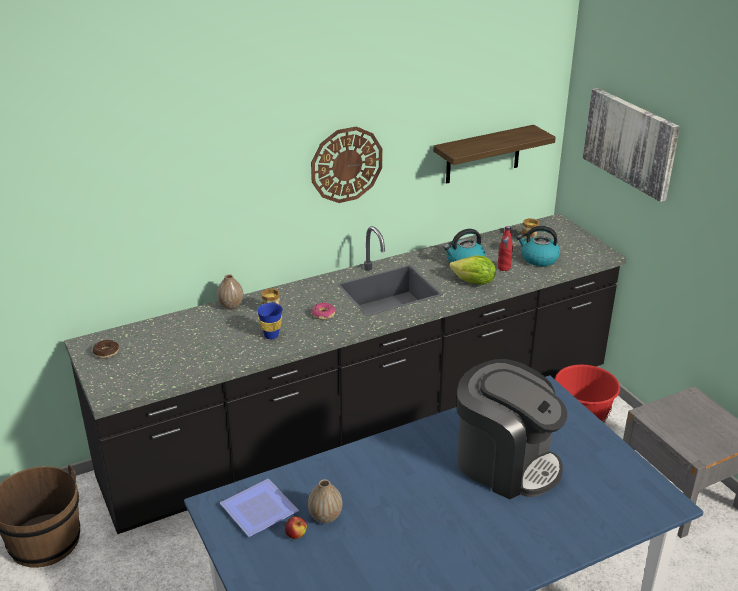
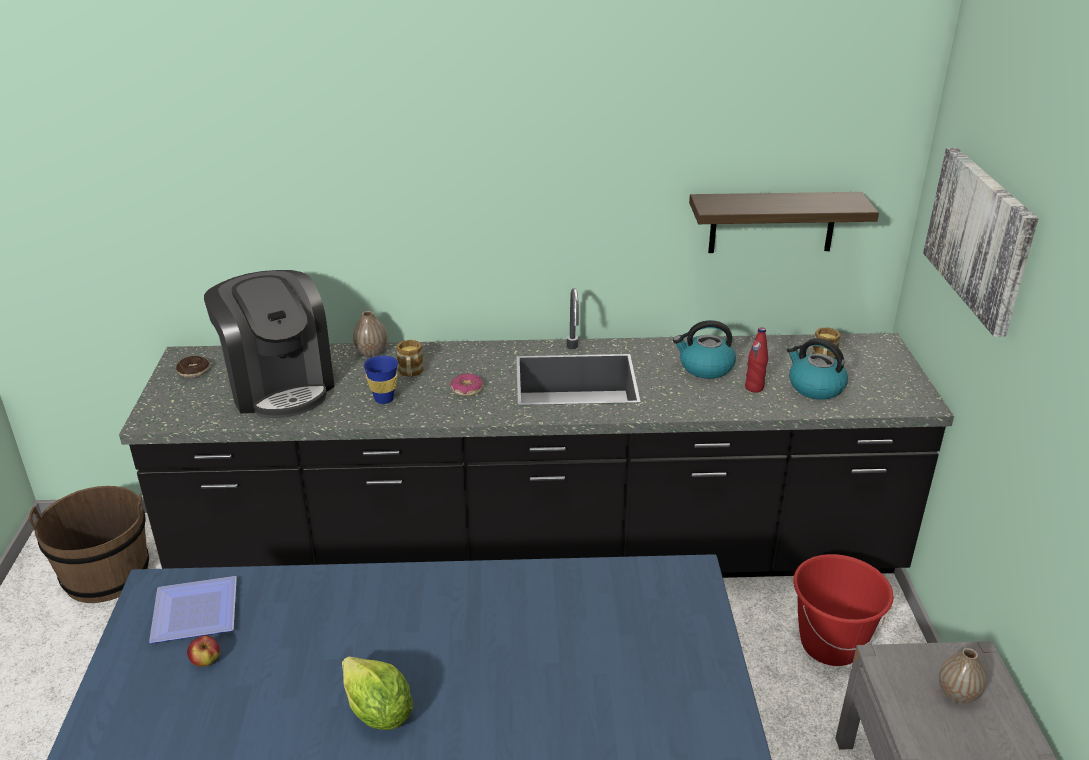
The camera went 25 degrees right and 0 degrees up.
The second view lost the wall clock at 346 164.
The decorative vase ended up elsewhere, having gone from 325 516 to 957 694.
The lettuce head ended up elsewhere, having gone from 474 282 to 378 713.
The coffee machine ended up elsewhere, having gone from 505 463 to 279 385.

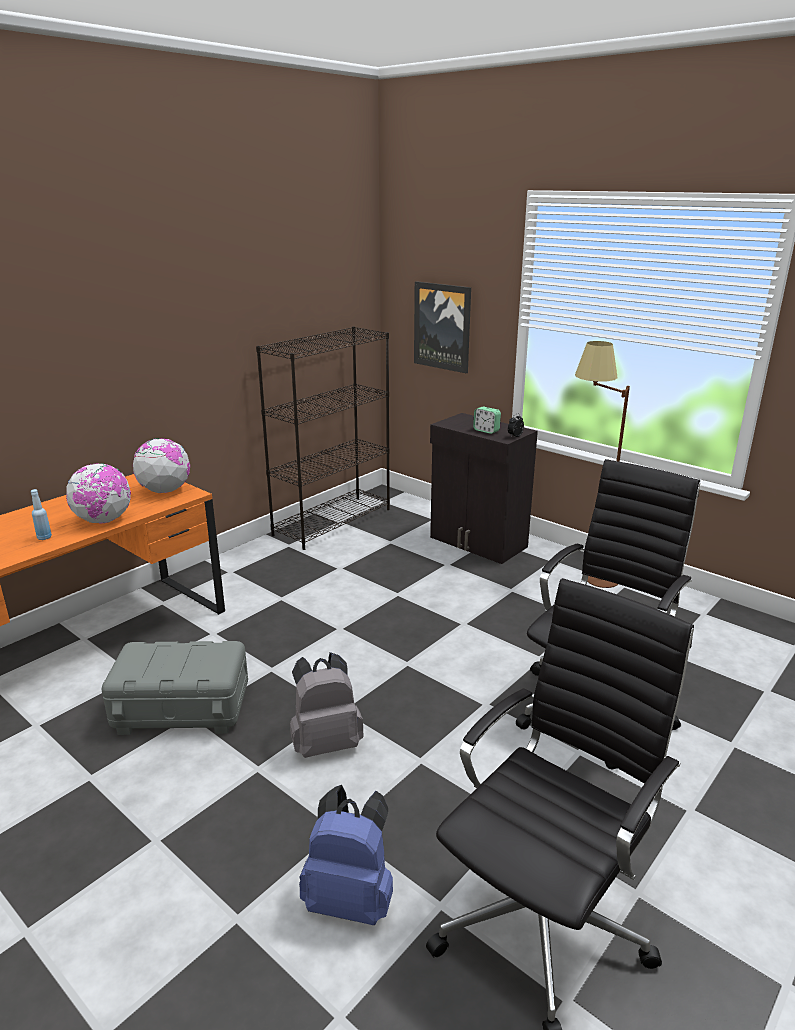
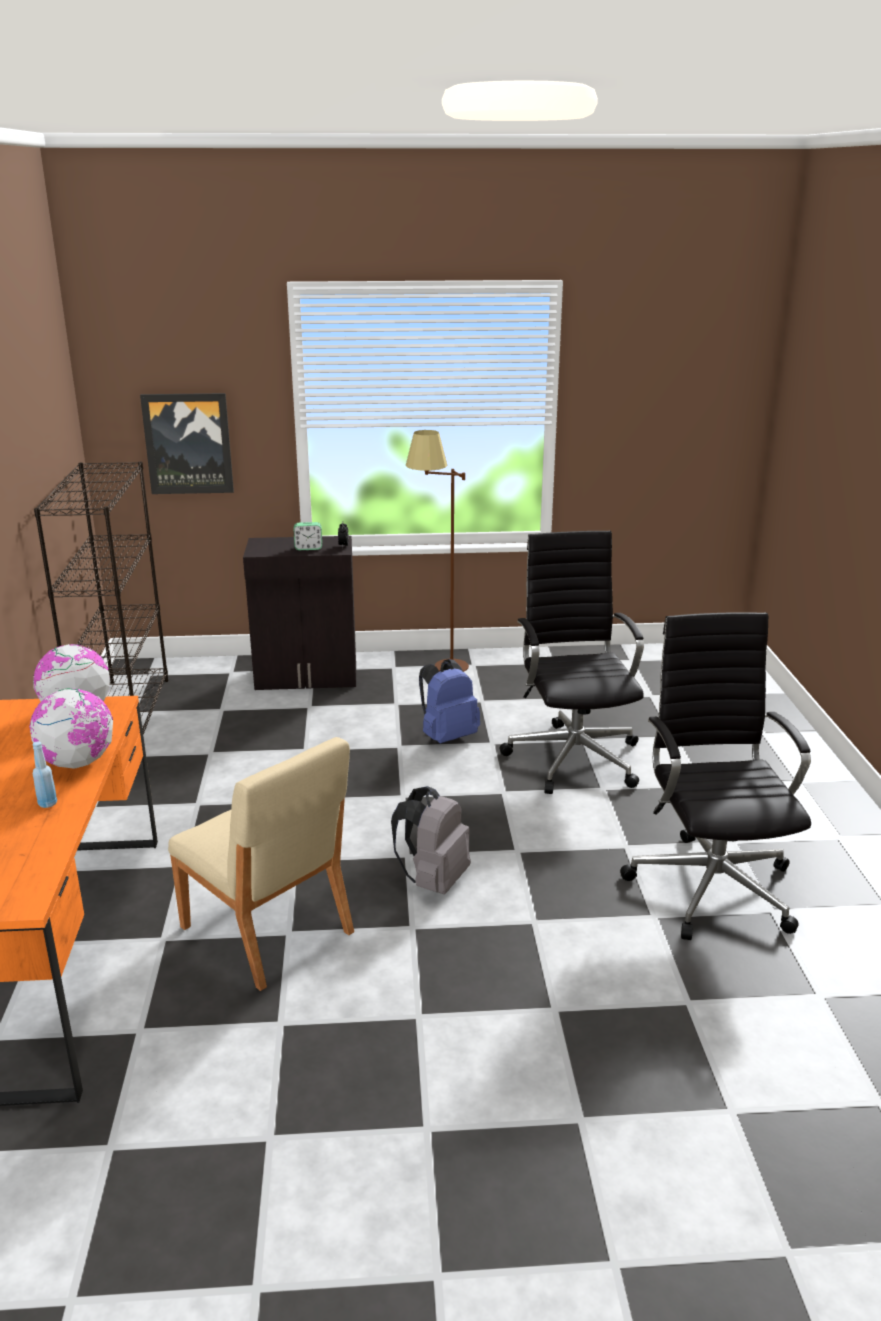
The camera went 45 degrees left and 0 degrees up.
The blue-coloured knapsack ended up elsewhere, having gone from 351 898 to 447 736.
Where the greyish storage box stood at 182 708, the sand-coloured plain chair came to stand at 267 931.

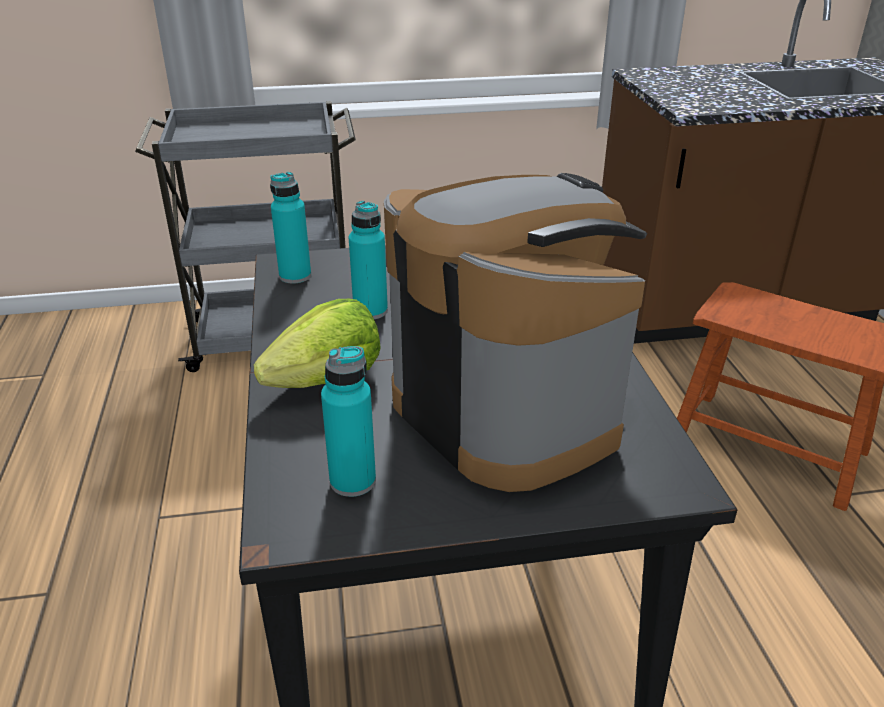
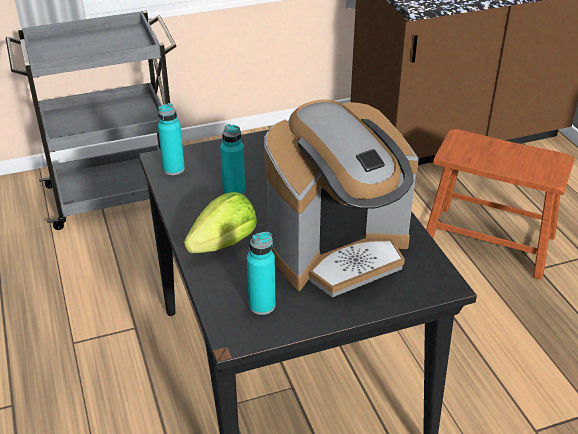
The camera went 10 degrees left and 5 degrees up.
The coffee machine at 506 411 ended up facing another way, 105 degrees clockwise from before.

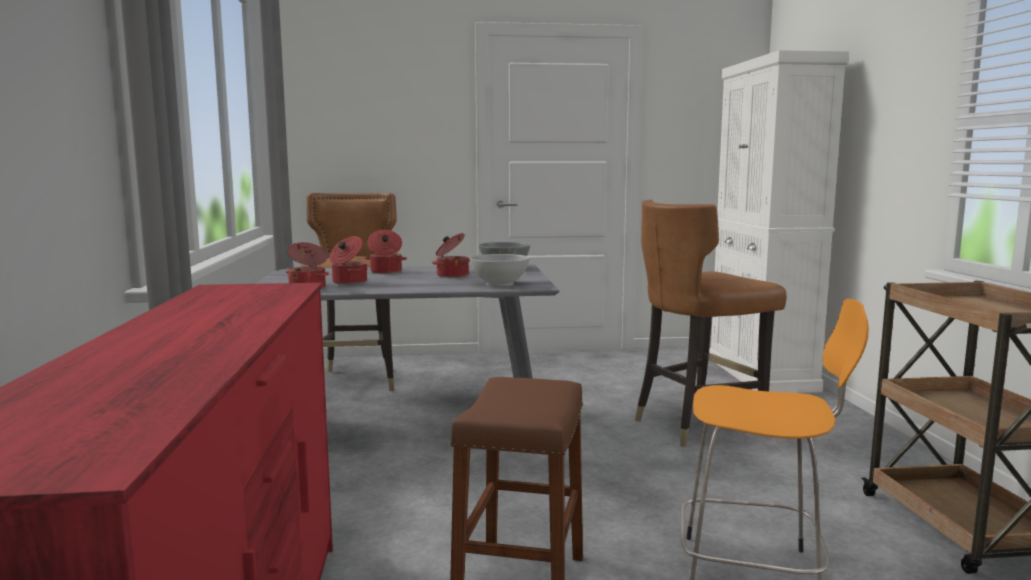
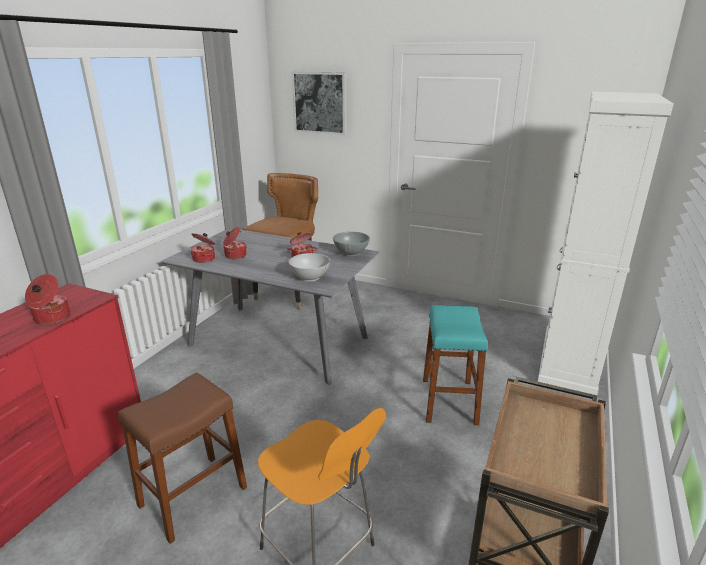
The camera went 30 degrees right and 15 degrees up.
The second view gained the wall picture at 320 103.
The saucepot ended up elsewhere, having gone from 385 272 to 51 318.
Where the brownish plain chair stood at 697 425, the turquoise-coloured stool came to stand at 449 401.

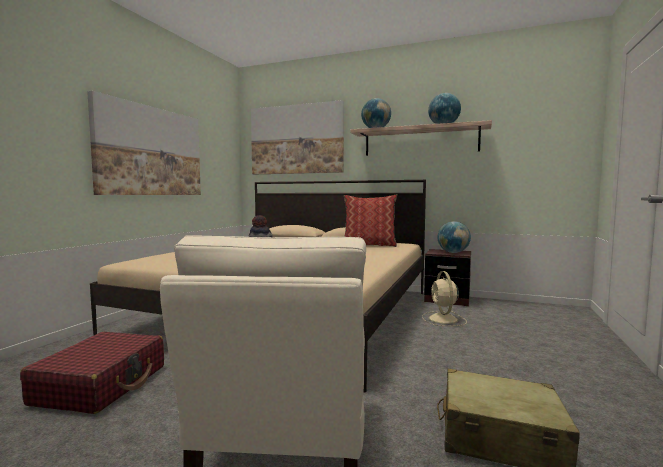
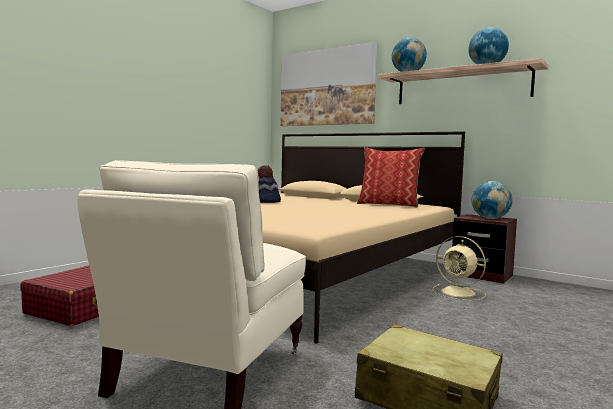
The camera went 15 degrees right and 0 degrees up.
The second view lost the wall picture at 151 151.
The sand-coloured fan at 443 319 ended up facing another way, 60 degrees counterclockwise from before.

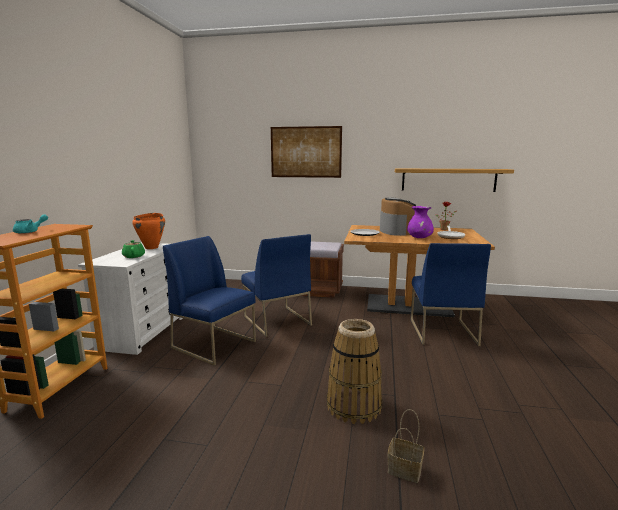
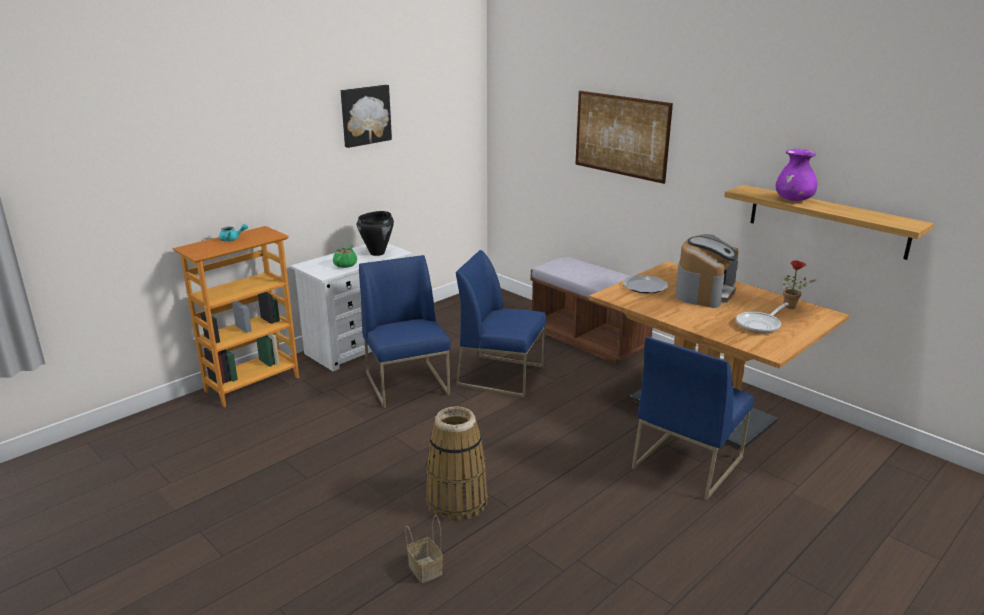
The camera went 35 degrees right and 10 degrees up.
The second view gained the wall picture at 365 115.
The purplish decorative vase ended up elsewhere, having gone from 419 238 to 793 200.
What was the orange saucepot at 152 247 turned into the black-coloured saucepot at 377 253.
The blue-coloured plain chair at 276 320 ended up facing another way, 105 degrees clockwise from before.

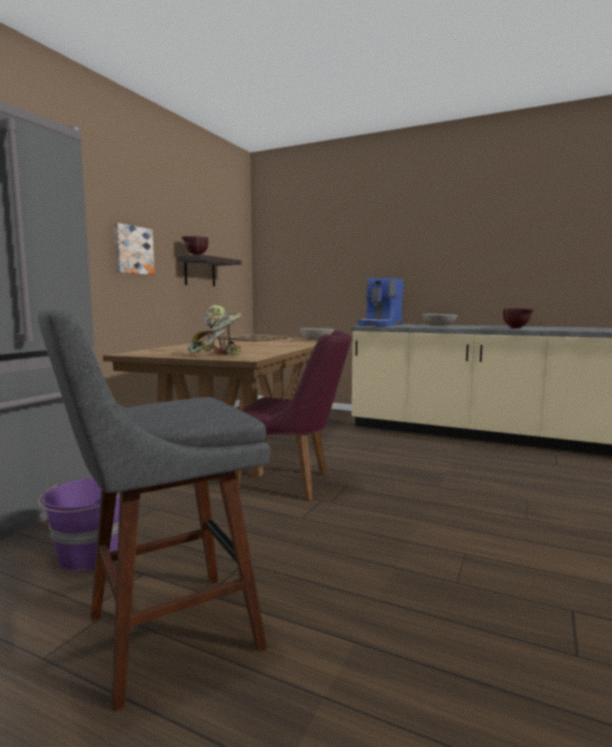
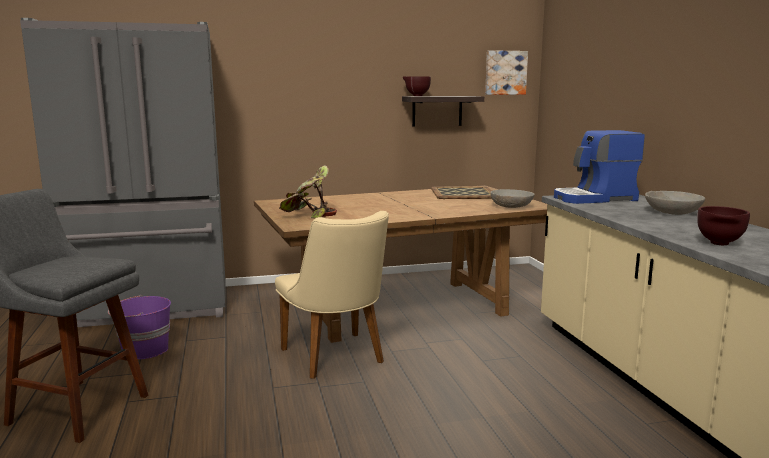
The camera went 50 degrees right and 5 degrees up.
The wall picture ended up elsewhere, having gone from 133 250 to 505 72.
What was the purplish plain chair at 292 483 turned into the sand-coloured plain chair at 337 359.

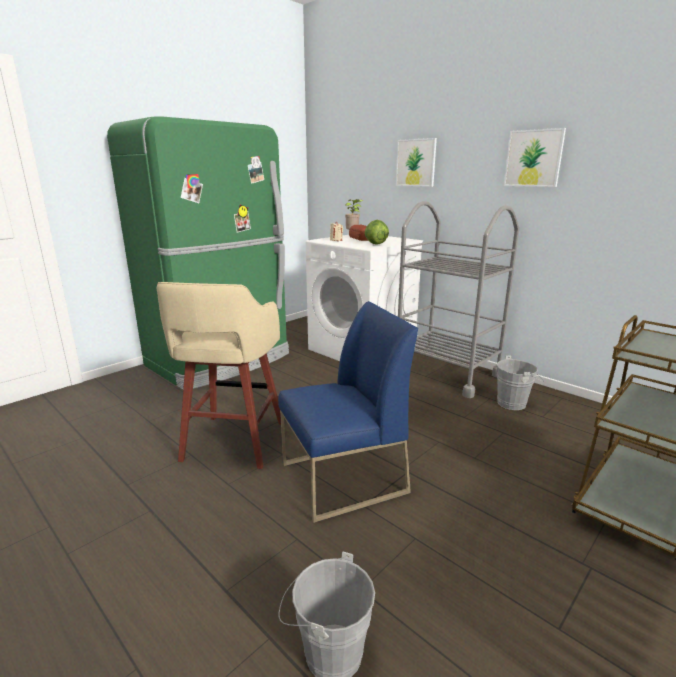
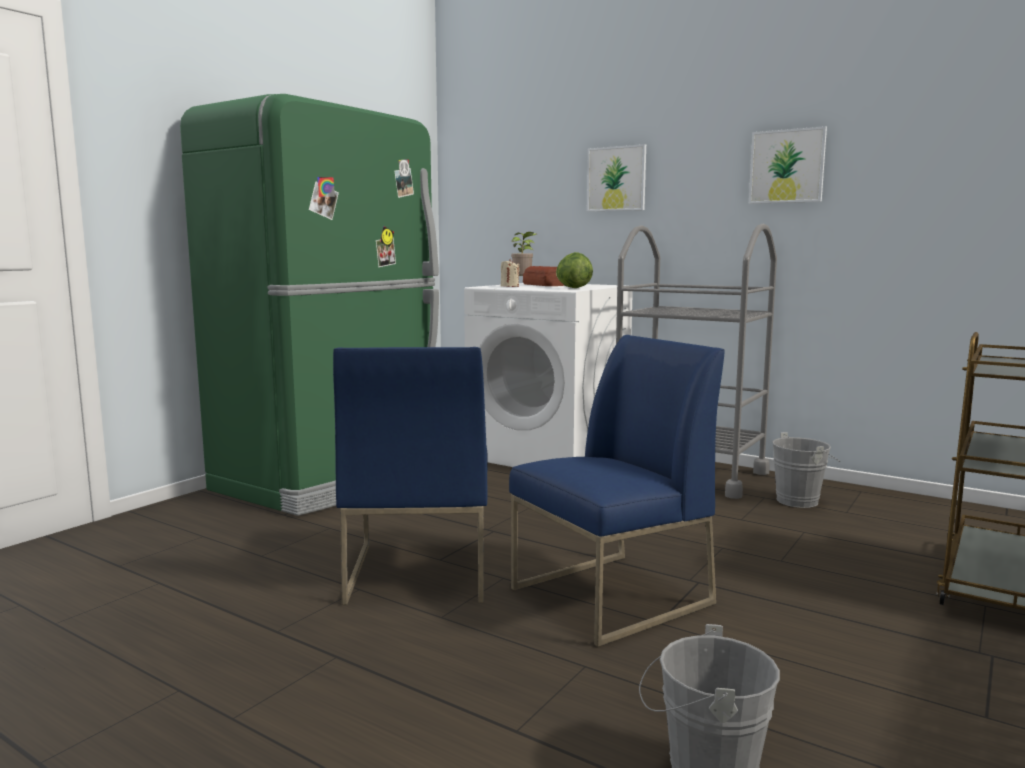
The camera went 10 degrees left and 10 degrees down.
Where the sand-coloured stool stood at 233 443, the blue-coloured plain chair came to stand at 417 571.

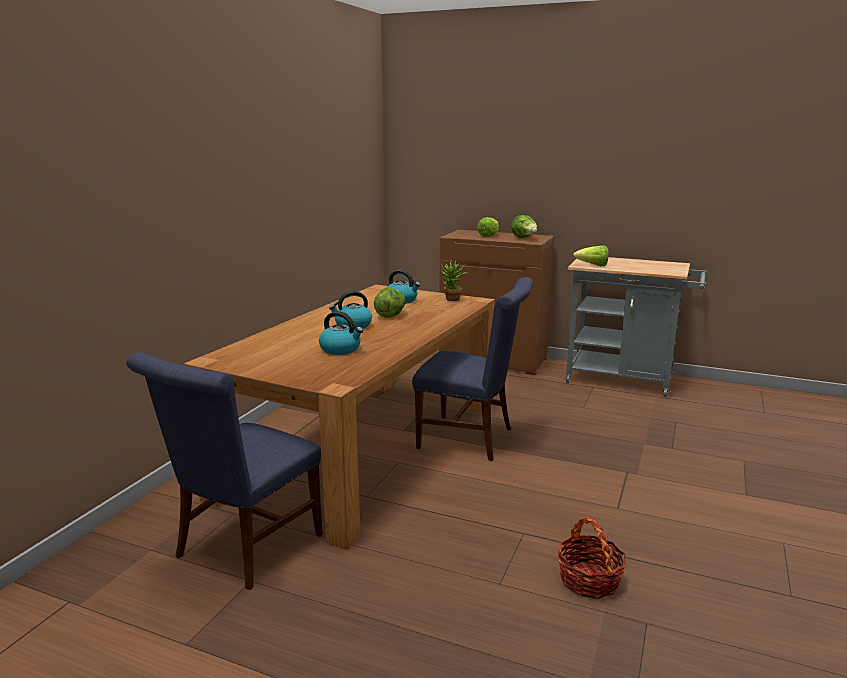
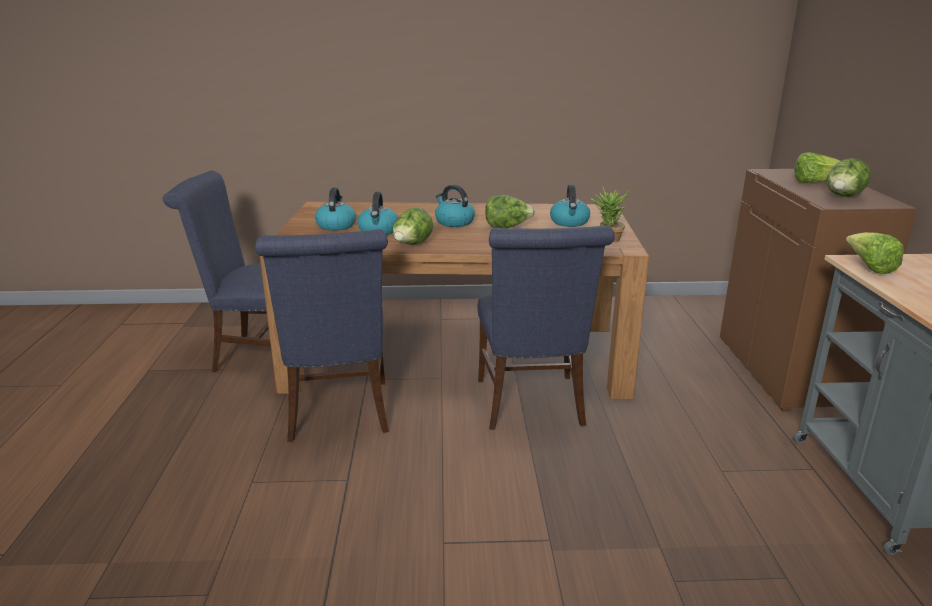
The camera went 65 degrees right and 5 degrees up.
The second view lost the household basket at 589 580.
The second view gained the blue-coloured plain chair at 338 414.
The second view gained the tea kettle at 336 225.
The second view gained the lettuce head at 412 245.

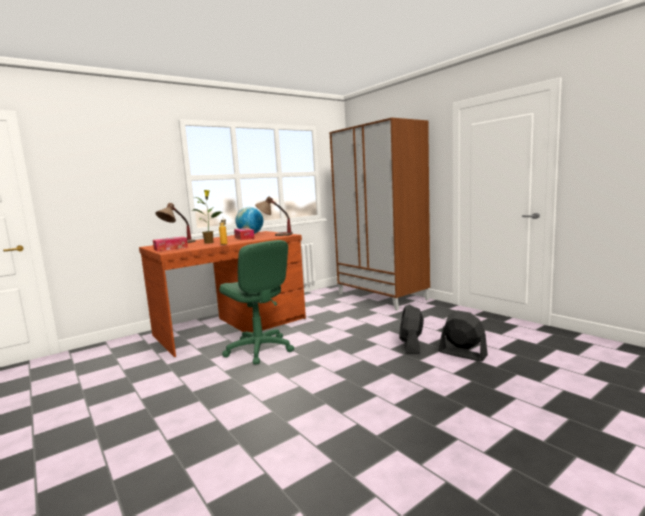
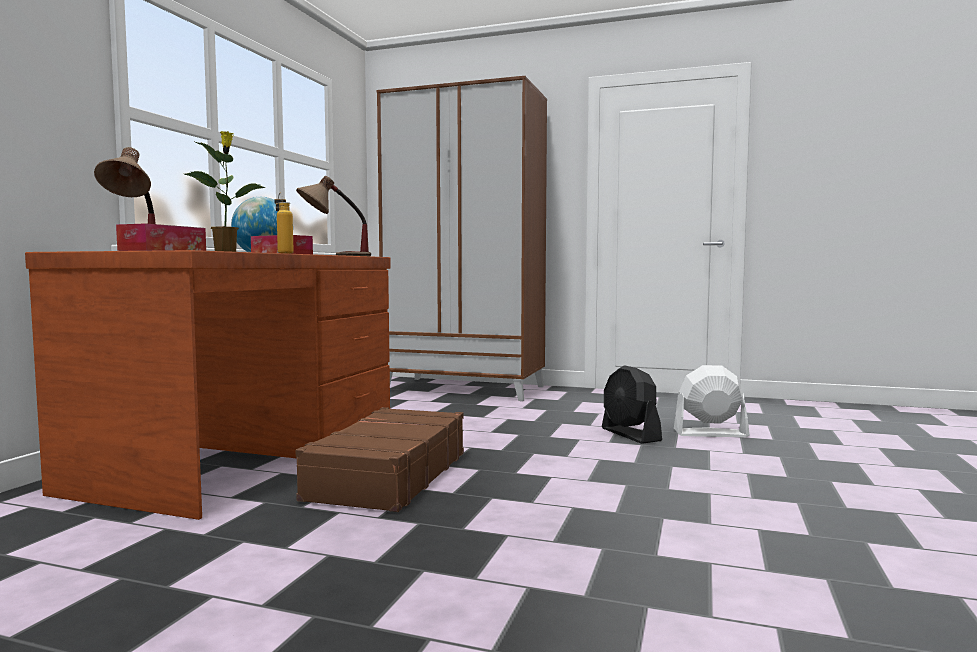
The camera went 35 degrees left and 5 degrees down.
Where the greenish office chair stood at 259 350, the brownish suitcase came to stand at 387 476.
What was the black-coloured fan at 462 354 turned into the white fan at 710 433.

